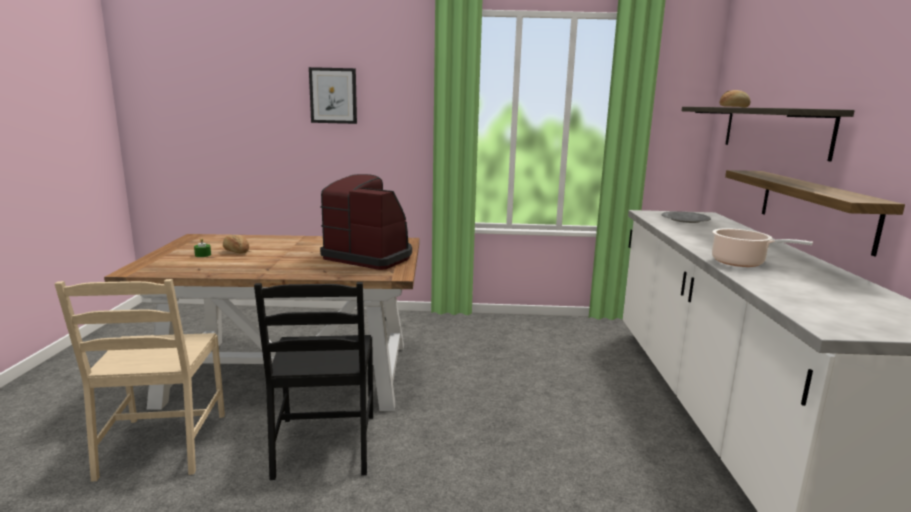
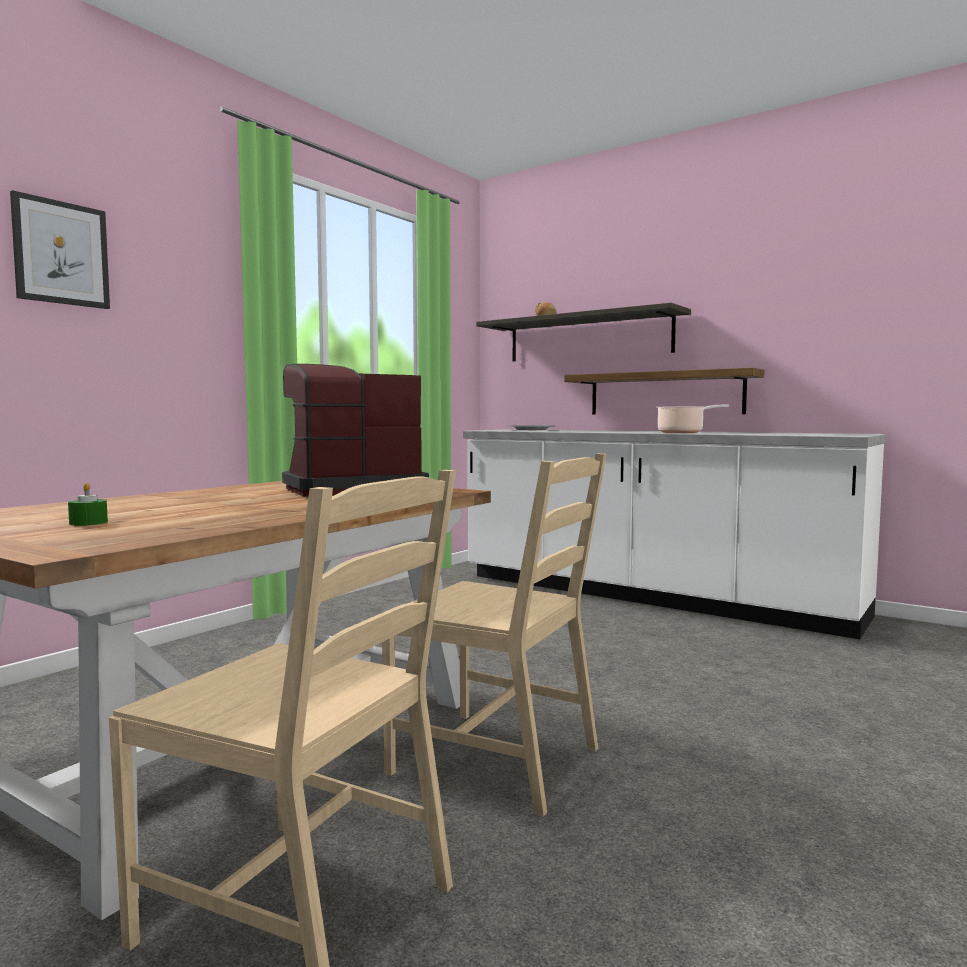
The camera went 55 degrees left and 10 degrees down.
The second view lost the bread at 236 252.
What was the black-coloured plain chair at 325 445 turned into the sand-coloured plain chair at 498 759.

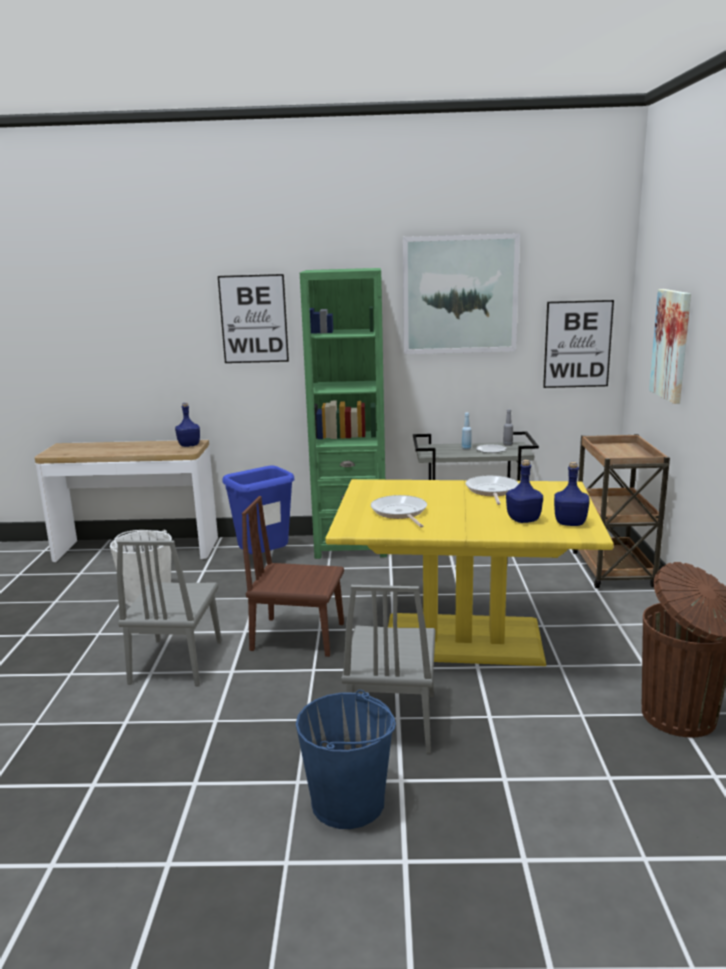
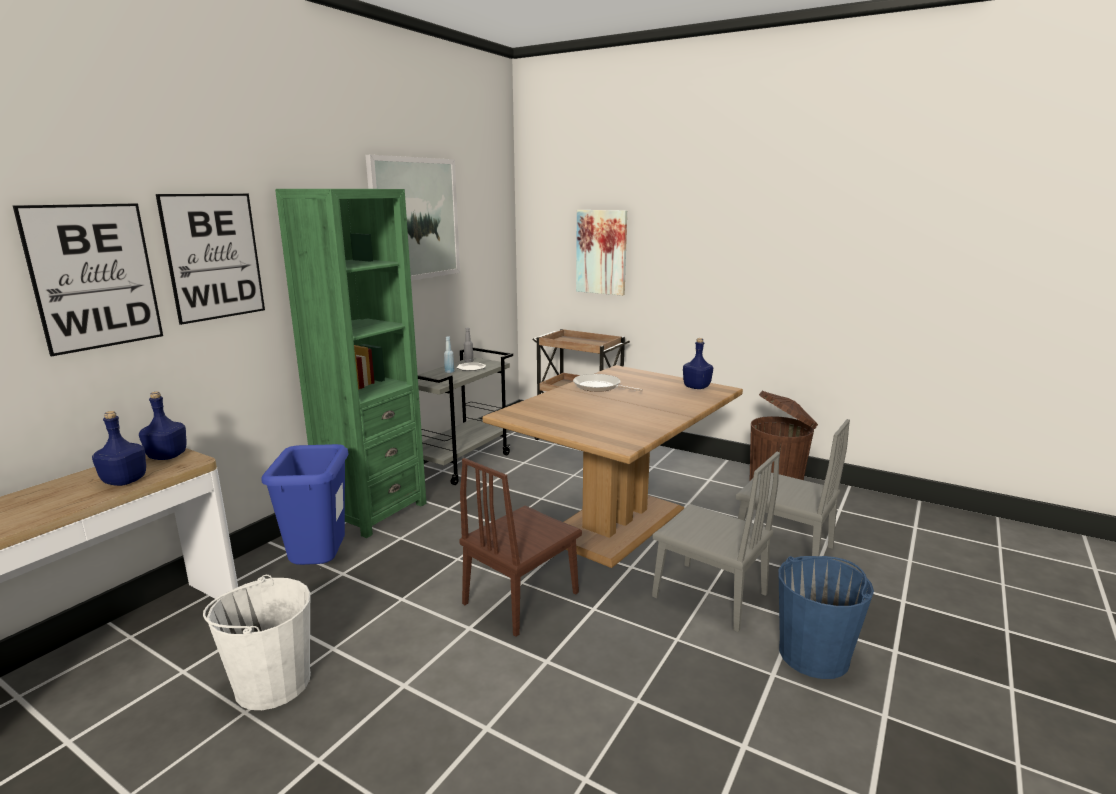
The camera went 60 degrees left and 0 degrees up.
The second view lost the frying pan at 400 513.
The greyish plain chair ended up elsewhere, having gone from 176 662 to 783 549.
The blue-coloured bottle ended up elsewhere, having gone from 522 520 to 124 481.
The wall picture ended up elsewhere, having gone from 577 344 to 94 277.
What was the yellow dining table at 463 640 turned into the brownish dining table at 617 523.

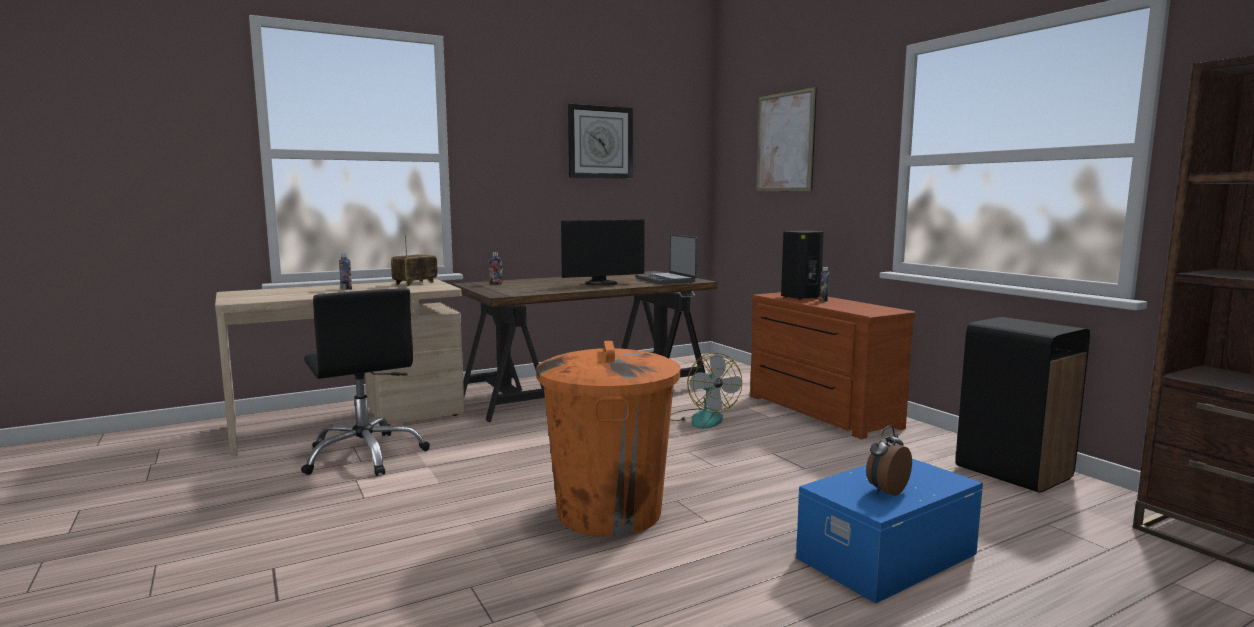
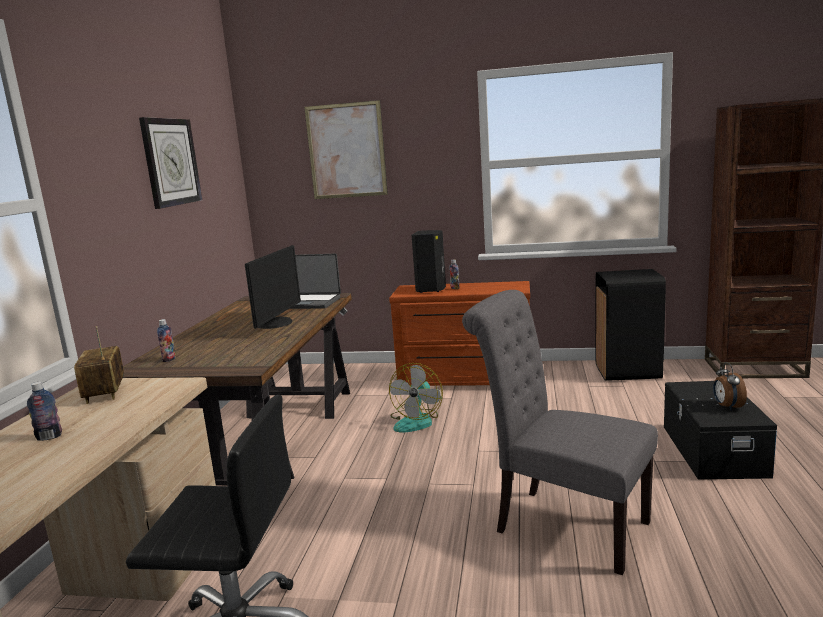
The camera went 50 degrees left and 5 degrees up.
Where the orange rubbish bin stood at 609 511, the greyish plain chair came to stand at 562 524.
What was the blue-coloured storage box at 884 555 turned into the black-coloured storage box at 712 450.
The fan at 702 418 ended up facing another way, 90 degrees clockwise from before.

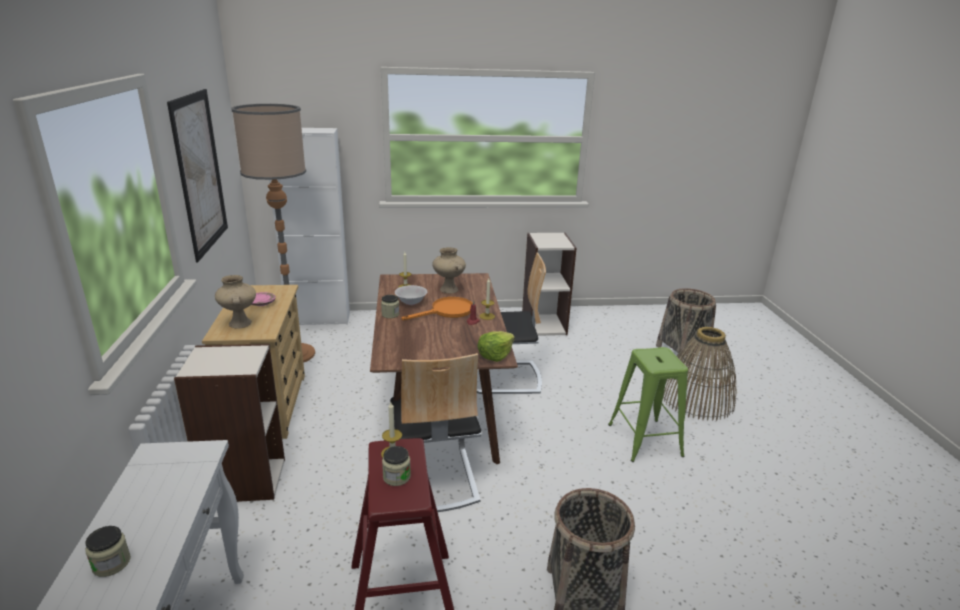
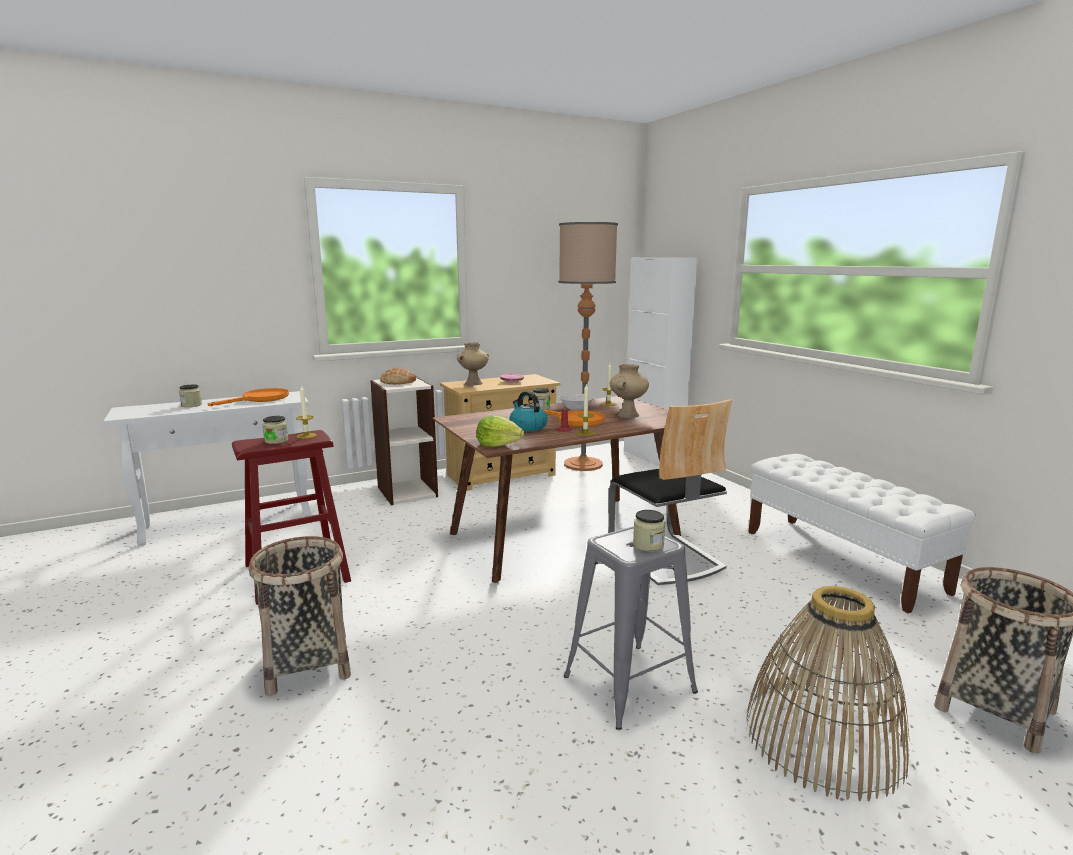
The camera went 70 degrees right and 10 degrees down.
The second view lost the wall picture at 200 173.
The second view lost the plain chair at 433 477.
The second view gained the orange frying pan at 260 399.
The second view gained the bread at 398 382.
The second view gained the tea kettle at 527 427.
The second view gained the storage jar at 648 545.
Where the bookcase stood at 544 325, the white long seat came to stand at 841 560.
What was the greenish stool at 645 440 turned into the greyish stool at 628 684.

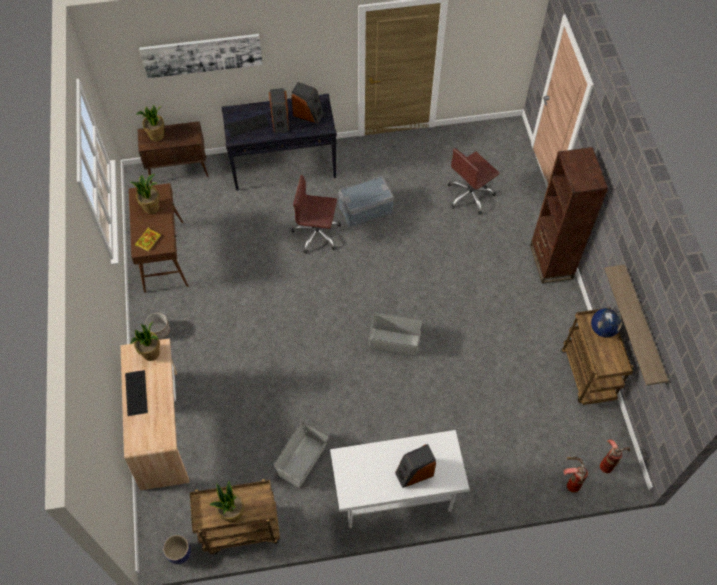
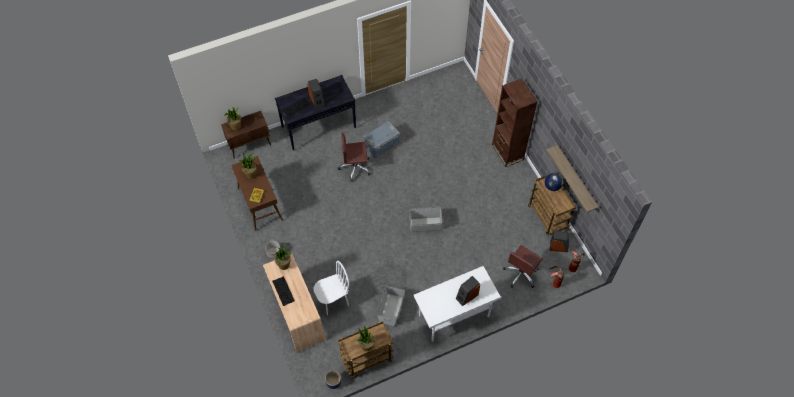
The camera went 15 degrees left and 0 degrees up.
The second view lost the wall picture at 202 55.
The second view gained the white plain chair at 333 301.
The audio speaker ended up elsewhere, having gone from 308 114 to 558 246.
The brownish office chair ended up elsewhere, having gone from 470 195 to 521 274.

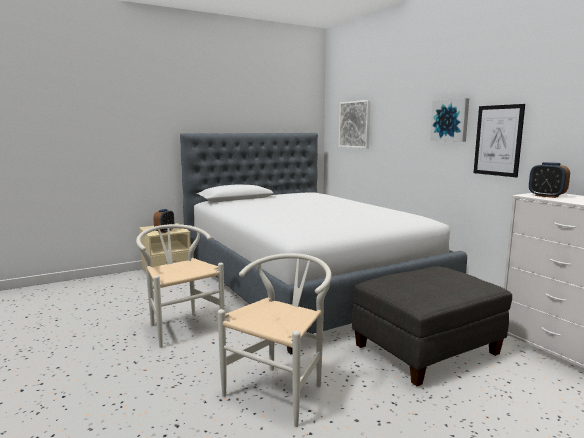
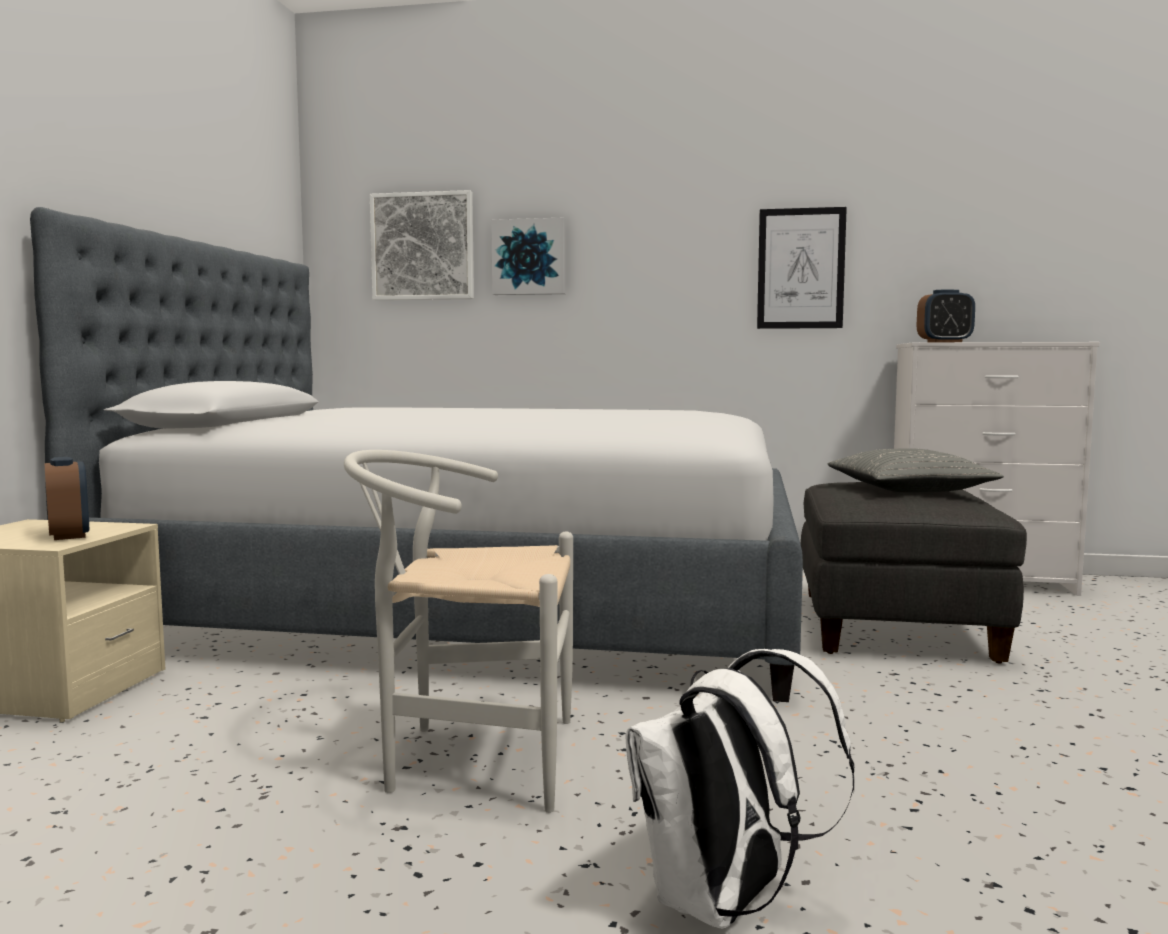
The camera went 50 degrees left and 5 degrees down.
The second view lost the white plain chair at 281 389.
The second view gained the white knapsack at 724 904.
The second view gained the greyish pillow at 909 489.
The wall picture ended up elsewhere, having gone from 450 120 to 529 257.

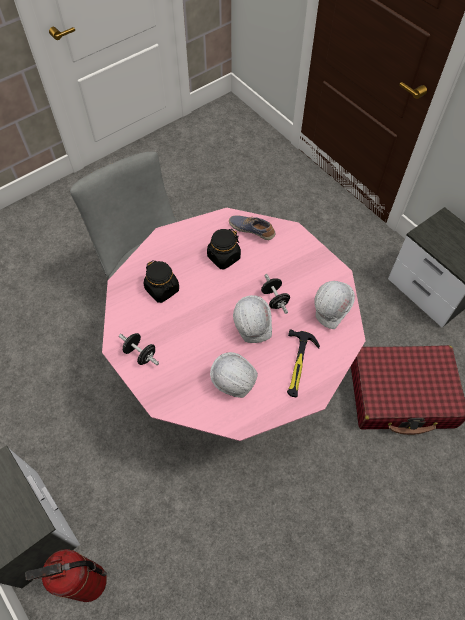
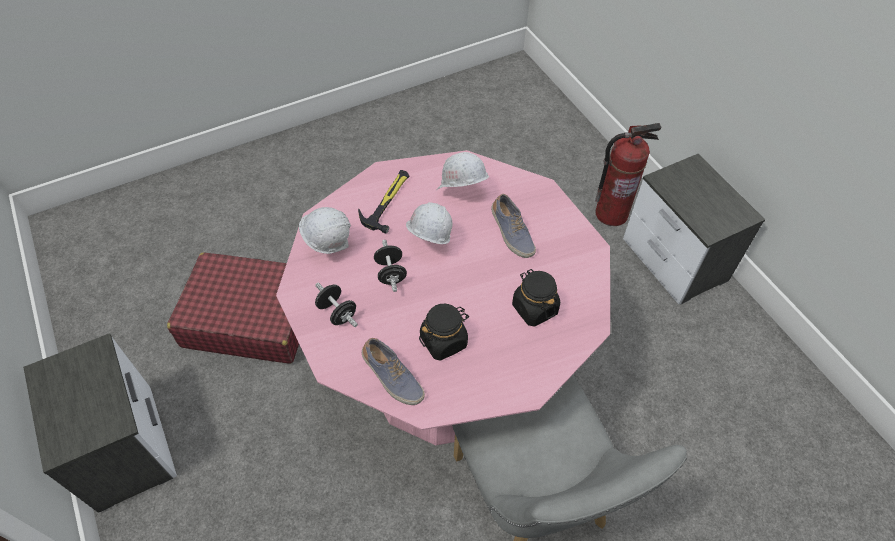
The camera went 170 degrees left and 5 degrees down.
The second view gained the item of footwear at 511 234.
The black-coloured free weight ended up elsewhere, having gone from 140 354 to 337 312.

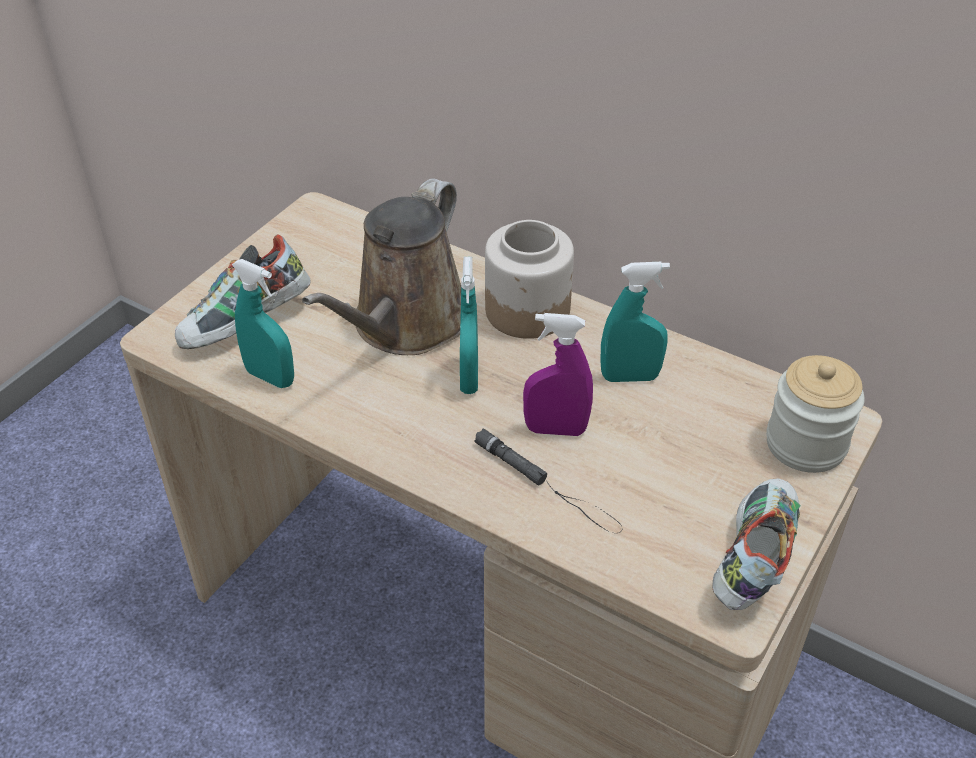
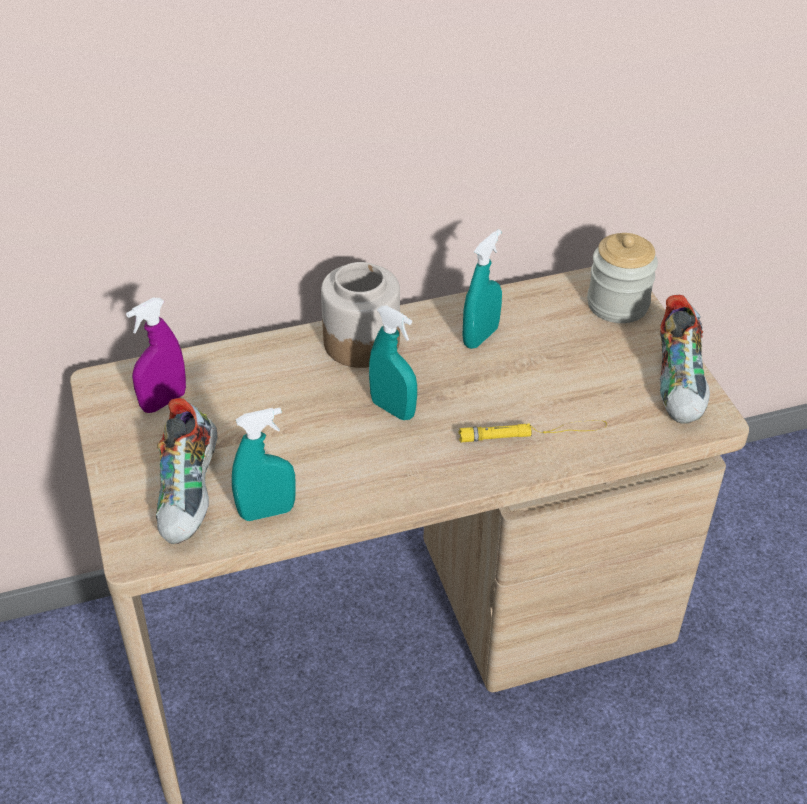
The camera went 50 degrees left and 0 degrees up.
The second view lost the brownish watering pot at 405 325.
The purplish hand sprayer ended up elsewhere, having gone from 555 429 to 164 401.
What was the black-coloured flashlight at 547 485 turned into the yellow flashlight at 533 432.
The item of footwear at 752 559 ended up facing another way, 150 degrees counterclockwise from before.

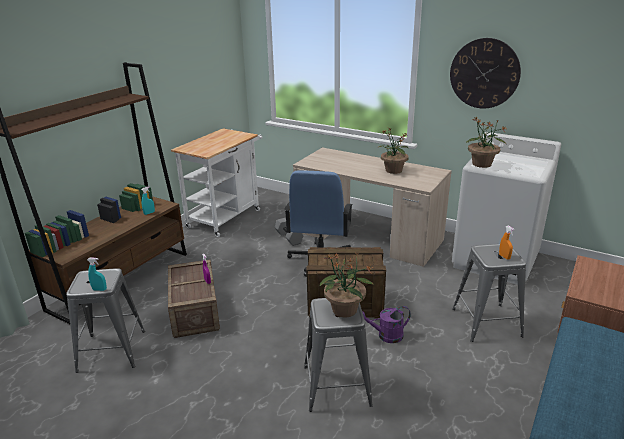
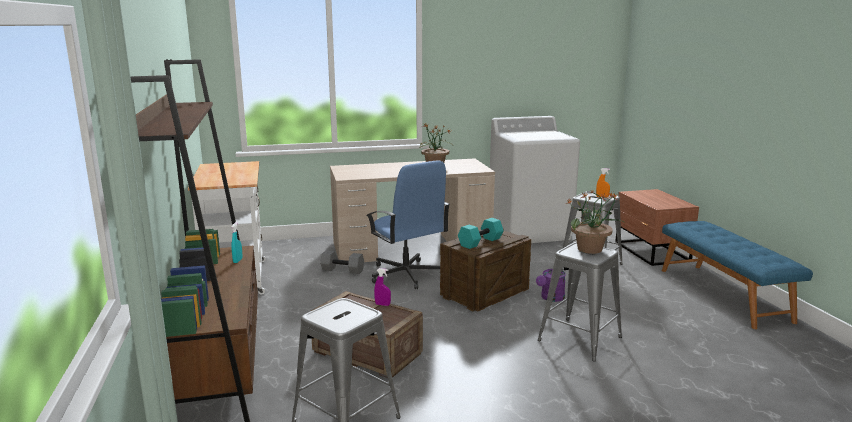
The camera went 45 degrees left and 10 degrees down.
The second view lost the turquoise-coloured hand sprayer at 99 289.
The second view lost the wall clock at 484 73.
The second view lost the potted plant at 482 164.
The second view gained the turquoise-coloured free weight at 480 242.

